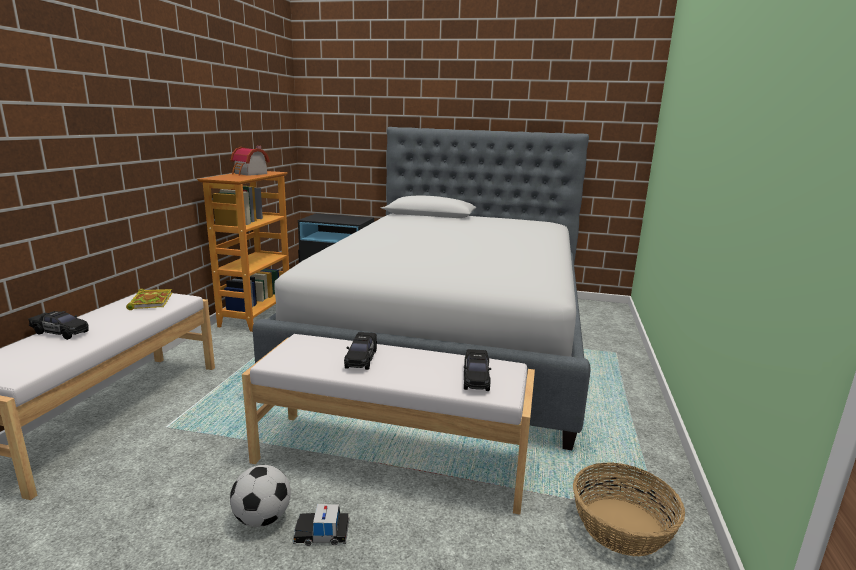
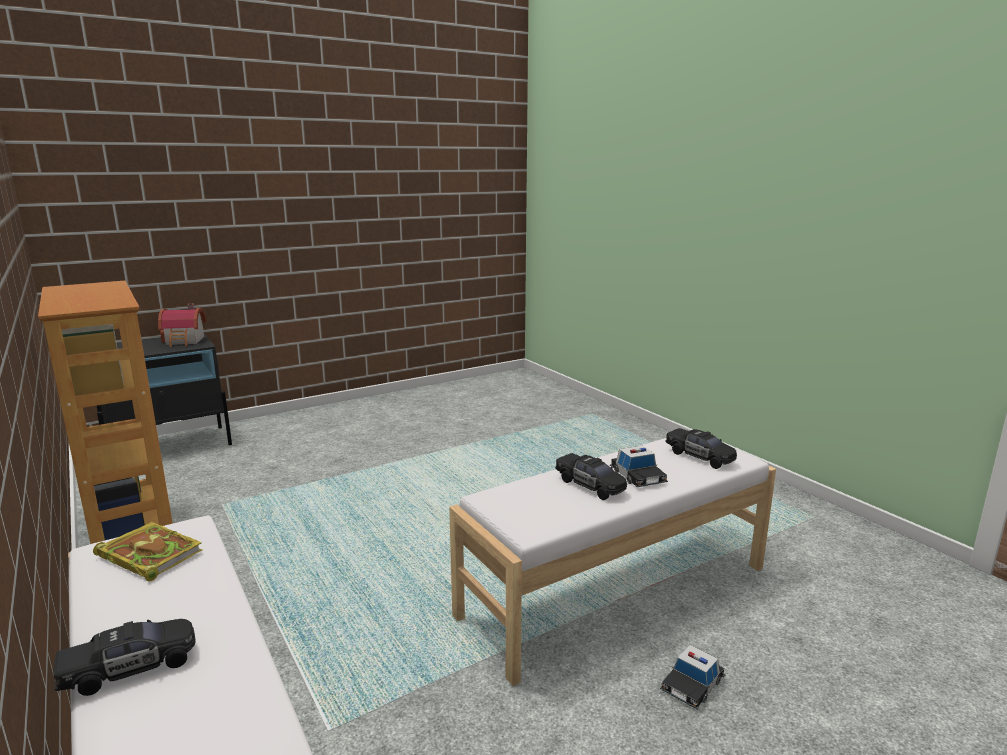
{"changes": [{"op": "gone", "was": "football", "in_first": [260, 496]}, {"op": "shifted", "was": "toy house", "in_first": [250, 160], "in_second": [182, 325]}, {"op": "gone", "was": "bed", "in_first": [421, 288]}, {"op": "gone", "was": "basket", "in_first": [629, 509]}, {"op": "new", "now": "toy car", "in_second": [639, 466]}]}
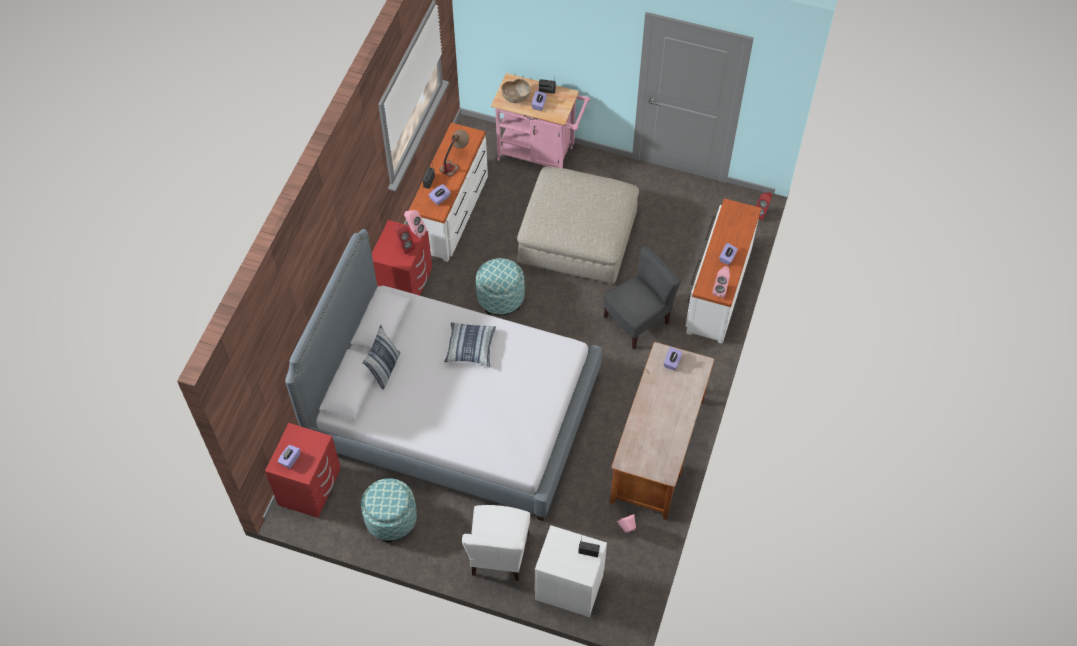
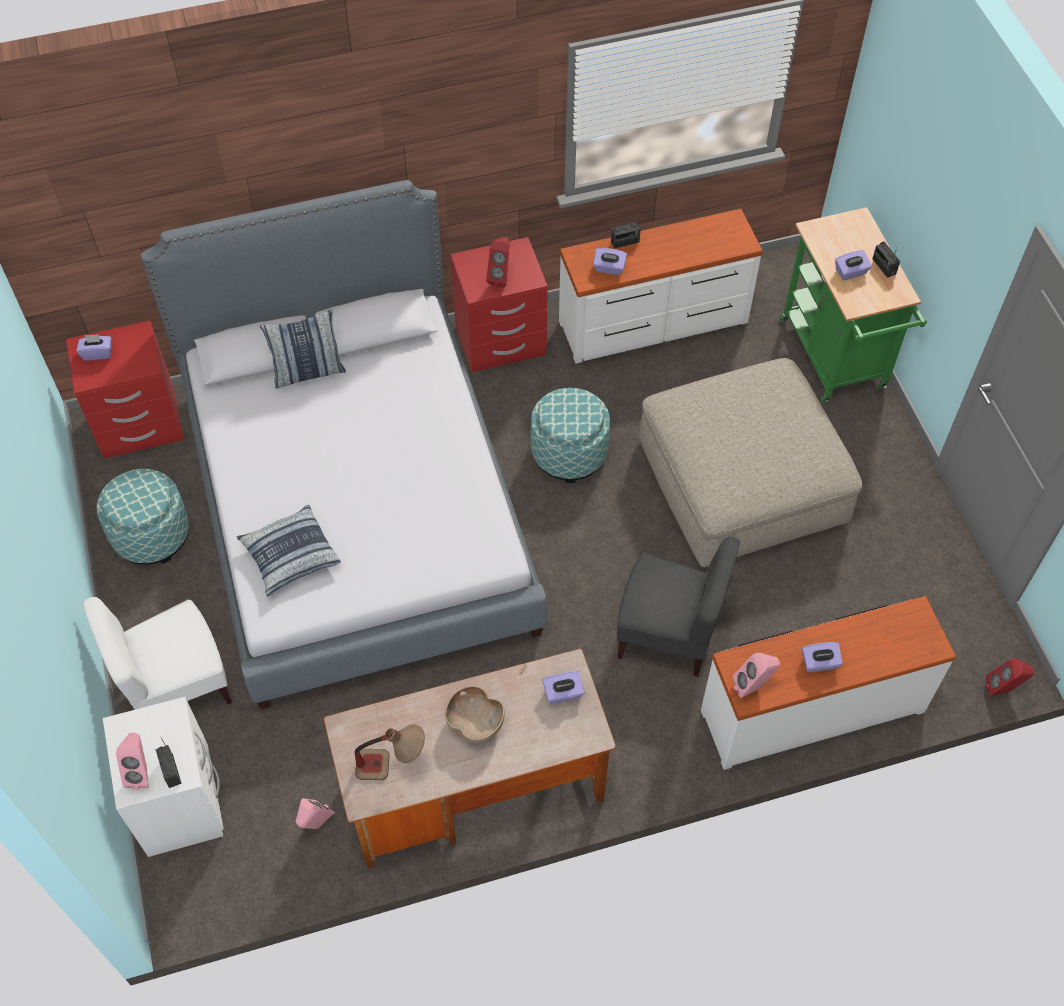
{"changes": [{"op": "shifted", "was": "pink speaker", "in_first": [415, 224], "in_second": [132, 761]}, {"op": "shifted", "was": "table lamp", "in_first": [454, 153], "in_second": [389, 752]}, {"op": "shifted", "was": "pillow", "in_first": [470, 344], "in_second": [289, 551]}, {"op": "repainted", "was": "pink cart", "now": "green cart", "in_first": [540, 120], "in_second": [853, 305]}, {"op": "shifted", "was": "brown bowl", "in_first": [516, 91], "in_second": [474, 714]}]}
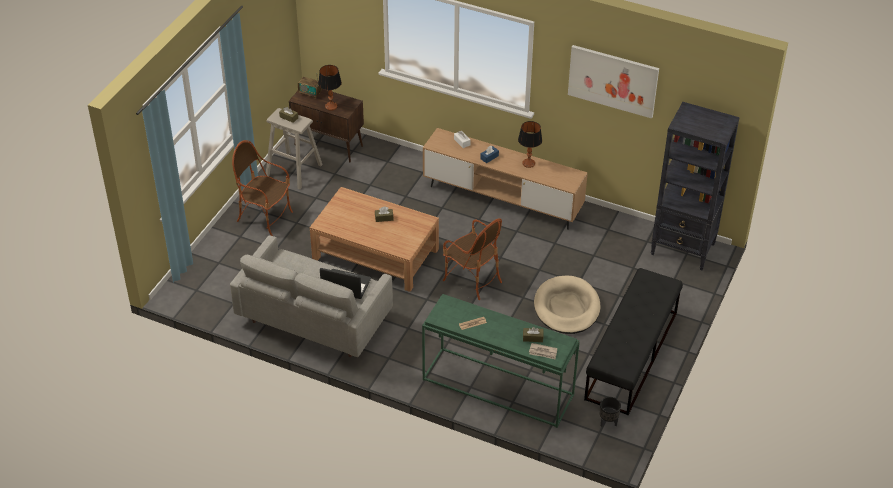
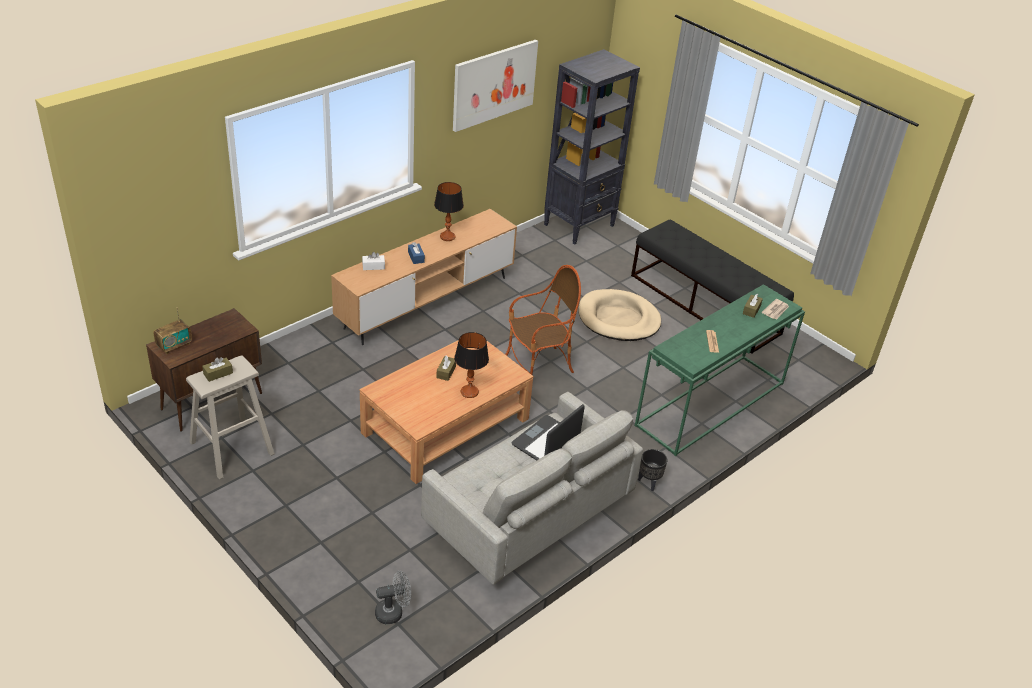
{"changes": [{"op": "gone", "was": "armchair", "in_first": [262, 188]}, {"op": "shifted", "was": "table lamp", "in_first": [330, 88], "in_second": [471, 365]}, {"op": "shifted", "was": "black planter", "in_first": [610, 412], "in_second": [652, 470]}, {"op": "new", "now": "grey fan", "in_second": [393, 597]}]}
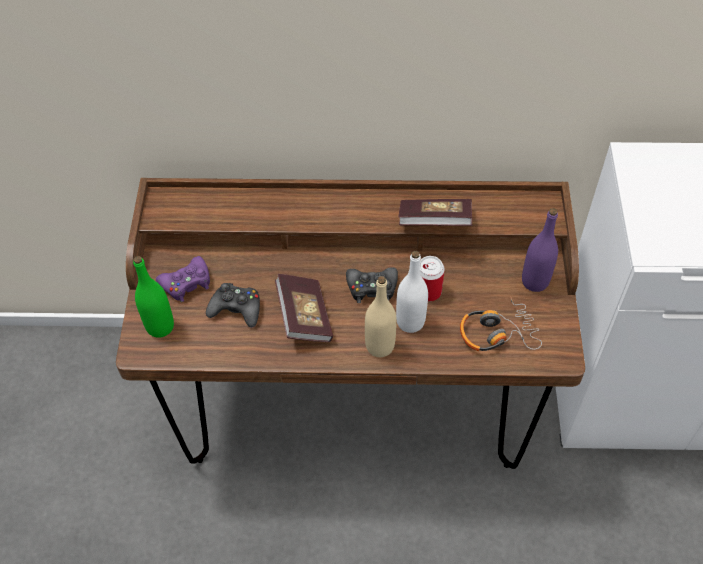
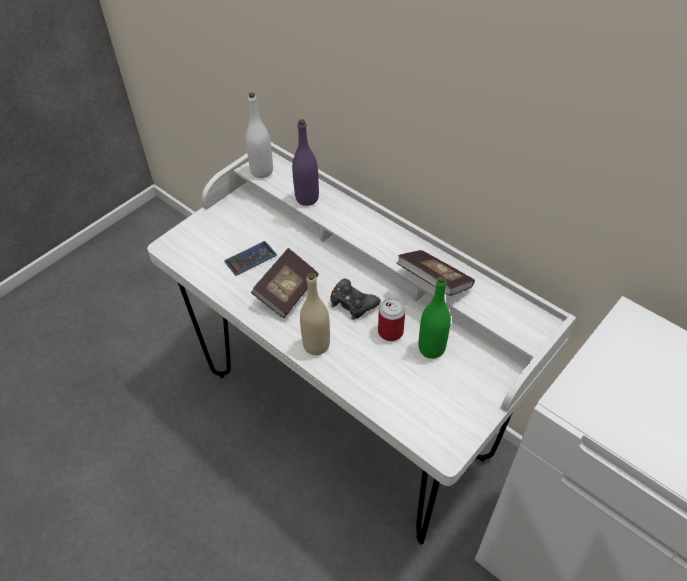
{"changes": [{"op": "repainted", "was": "brown desk", "now": "white desk", "in_first": [350, 323], "in_second": [361, 343]}, {"op": "shifted", "was": "green bottle", "in_first": [153, 297], "in_second": [435, 317]}, {"op": "gone", "was": "purple game controller", "in_first": [183, 279]}, {"op": "swapped", "was": "black game controller", "now": "phone", "in_first": [233, 305], "in_second": [250, 258]}, {"op": "shifted", "was": "white bottle", "in_first": [412, 292], "in_second": [259, 135]}, {"op": "gone", "was": "headphones", "in_first": [501, 324]}, {"op": "shifted", "was": "purple bottle", "in_first": [540, 250], "in_second": [305, 162]}]}
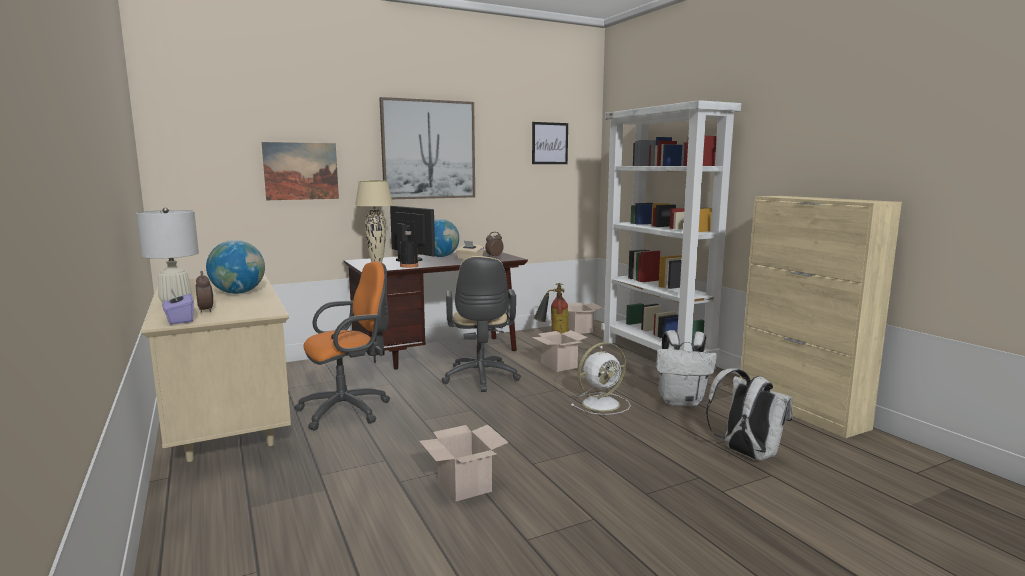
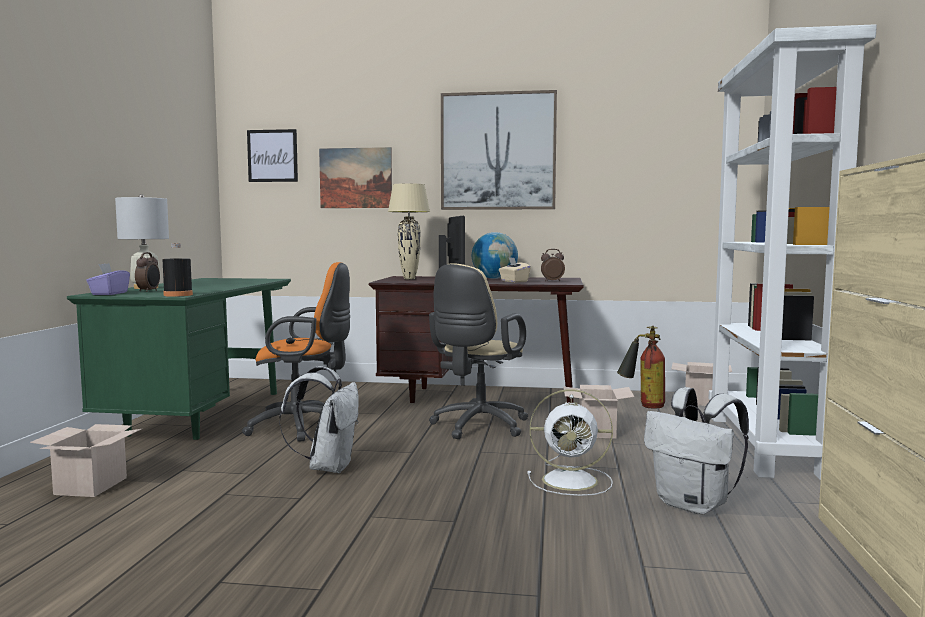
{"changes": [{"op": "repainted", "was": "beige desk", "now": "green desk", "in_first": [216, 368], "in_second": [179, 359]}, {"op": "gone", "was": "globe", "in_first": [235, 267]}, {"op": "shifted", "was": "black bottle", "in_first": [409, 249], "in_second": [177, 270]}, {"op": "shifted", "was": "cardboard box", "in_first": [464, 463], "in_second": [85, 460]}, {"op": "shifted", "was": "picture", "in_first": [550, 143], "in_second": [272, 155]}, {"op": "shifted", "was": "white backpack", "in_first": [749, 415], "in_second": [319, 419]}]}
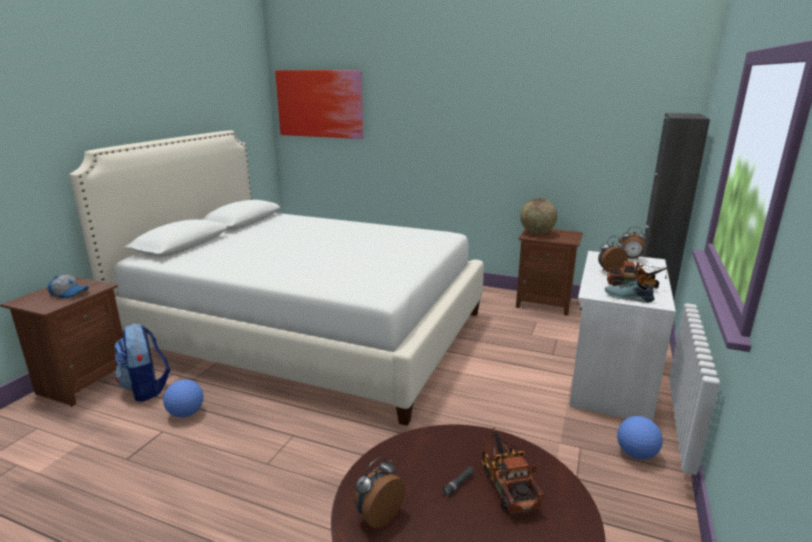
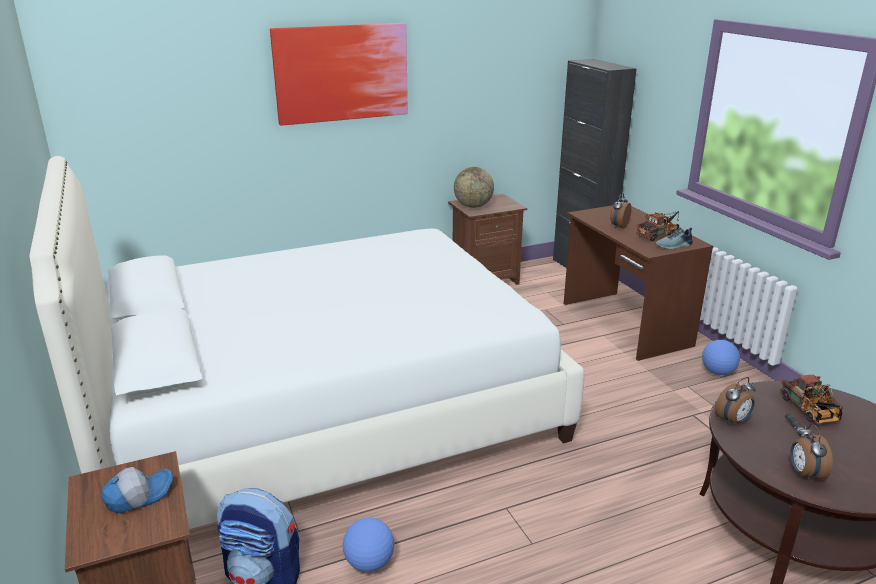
{"changes": [{"op": "shifted", "was": "picture", "in_first": [319, 104], "in_second": [339, 74]}, {"op": "rotated", "was": "toy truck", "in_first": [512, 471], "in_second": [811, 399], "clockwise": -135}, {"op": "repainted", "was": "white desk", "now": "brown desk", "in_first": [622, 336], "in_second": [638, 283]}, {"op": "shifted", "was": "alarm clock", "in_first": [632, 243], "in_second": [735, 401]}]}
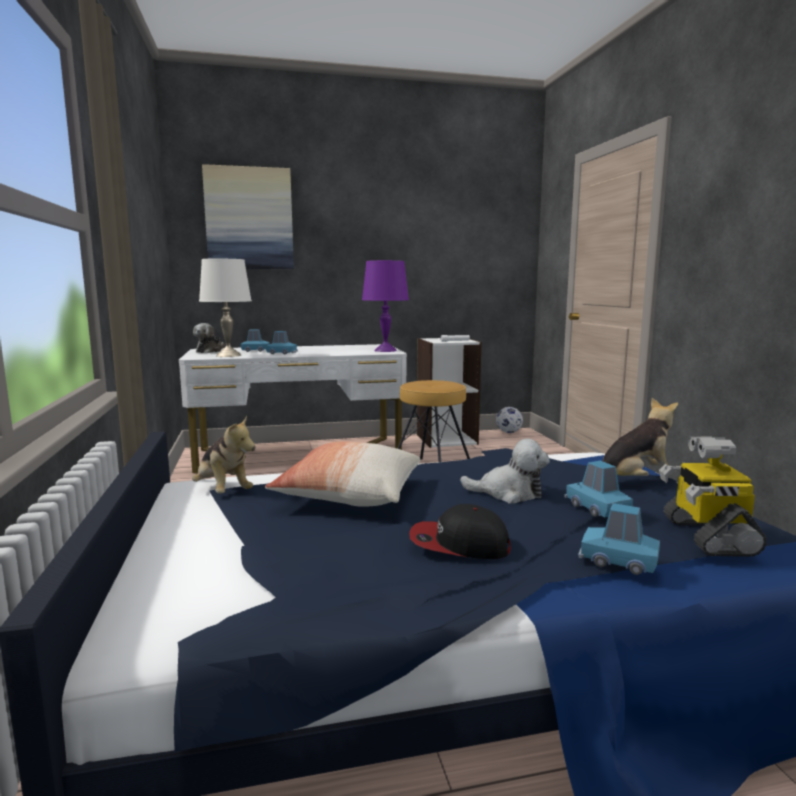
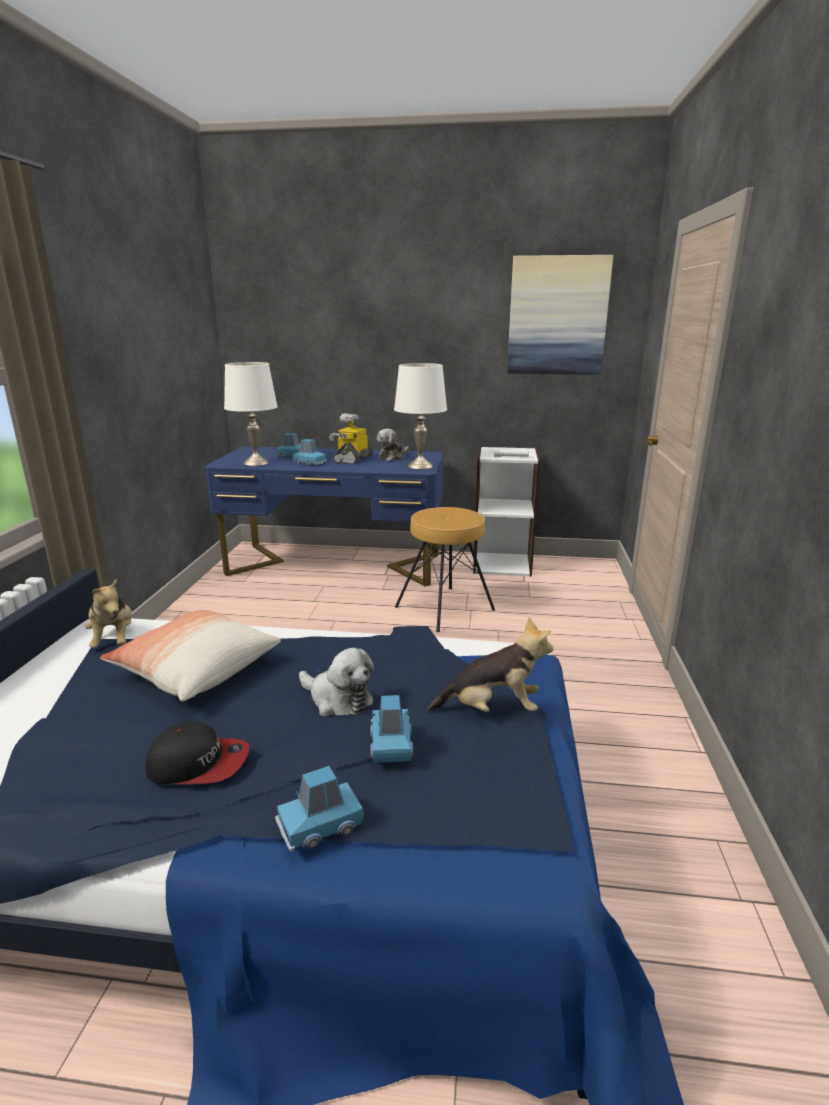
{"changes": [{"op": "repainted", "was": "white desk", "now": "blue desk", "in_first": [293, 409], "in_second": [324, 516]}, {"op": "shifted", "was": "plush toy", "in_first": [208, 338], "in_second": [393, 445]}, {"op": "shifted", "was": "picture", "in_first": [248, 216], "in_second": [560, 315]}, {"op": "repainted", "was": "purple table lamp", "now": "white table lamp", "in_first": [385, 306], "in_second": [420, 416]}, {"op": "rotated", "was": "cap", "in_first": [460, 531], "in_second": [197, 752], "clockwise": 150}, {"op": "gone", "was": "football", "in_first": [509, 420]}, {"op": "rotated", "was": "blue toy car", "in_first": [619, 539], "in_second": [319, 809], "clockwise": -75}, {"op": "shifted", "was": "toy robot", "in_first": [713, 497], "in_second": [351, 438]}]}
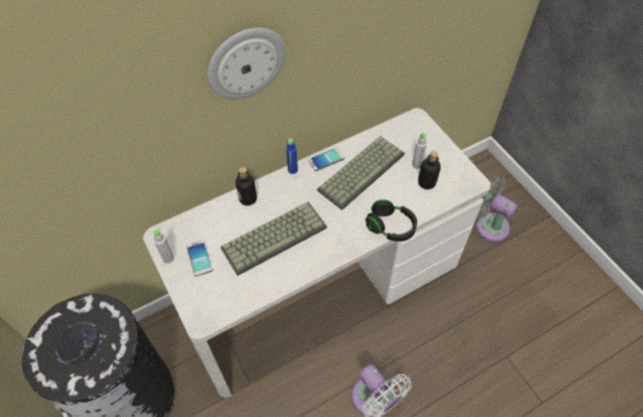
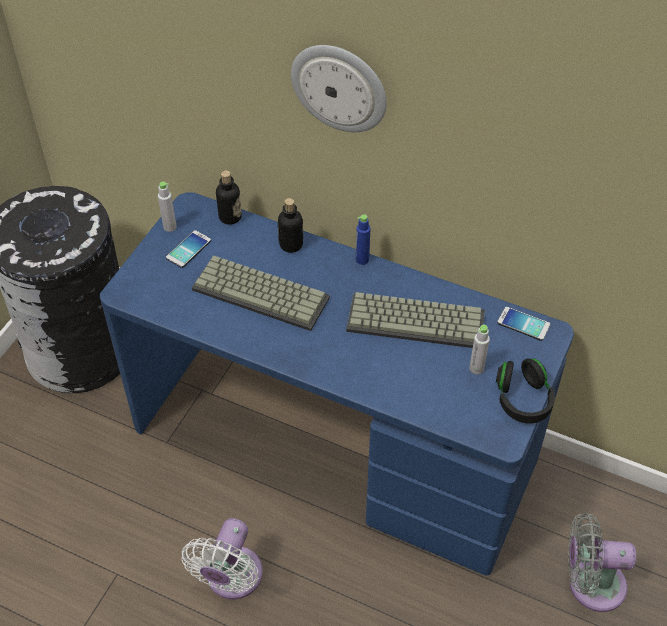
{"changes": [{"op": "repainted", "was": "white desk", "now": "blue desk", "in_first": [317, 252], "in_second": [337, 383]}, {"op": "shifted", "was": "phone", "in_first": [326, 159], "in_second": [523, 324]}, {"op": "shifted", "was": "black headphones", "in_first": [391, 220], "in_second": [525, 391]}, {"op": "shifted", "was": "bottle", "in_first": [429, 170], "in_second": [229, 197]}, {"op": "rotated", "was": "grey fan", "in_first": [497, 209], "in_second": [602, 562], "clockwise": -90}]}
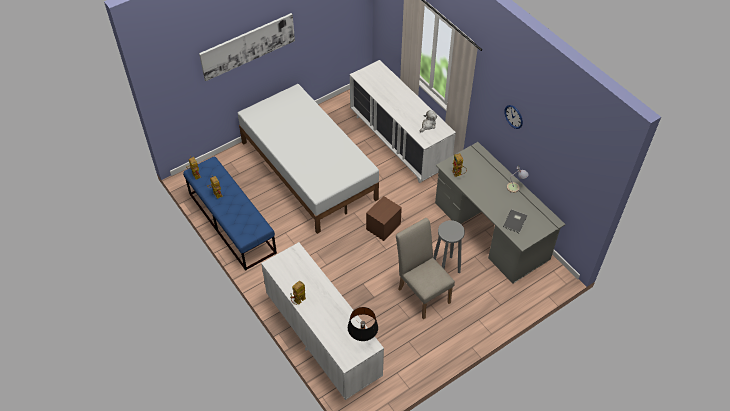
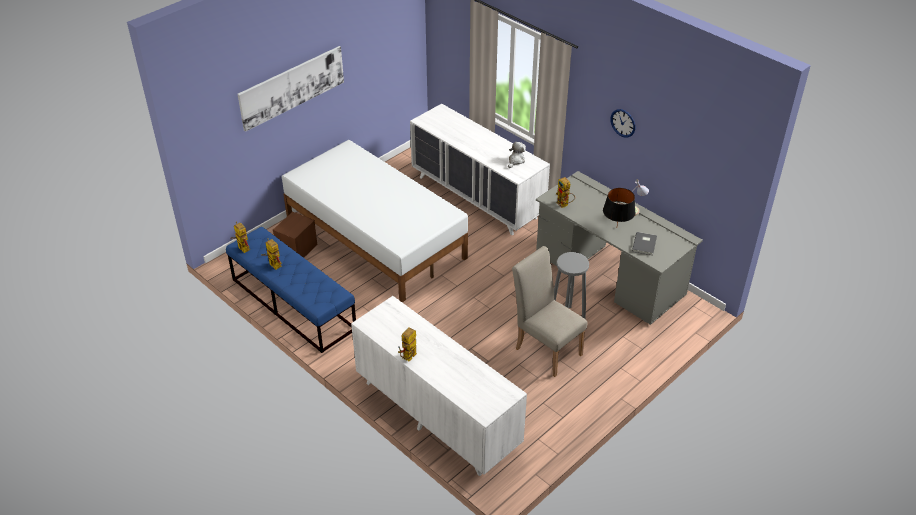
{"changes": [{"op": "shifted", "was": "black table lamp", "in_first": [363, 324], "in_second": [619, 206]}, {"op": "shifted", "was": "brown storage box", "in_first": [384, 218], "in_second": [295, 235]}]}
